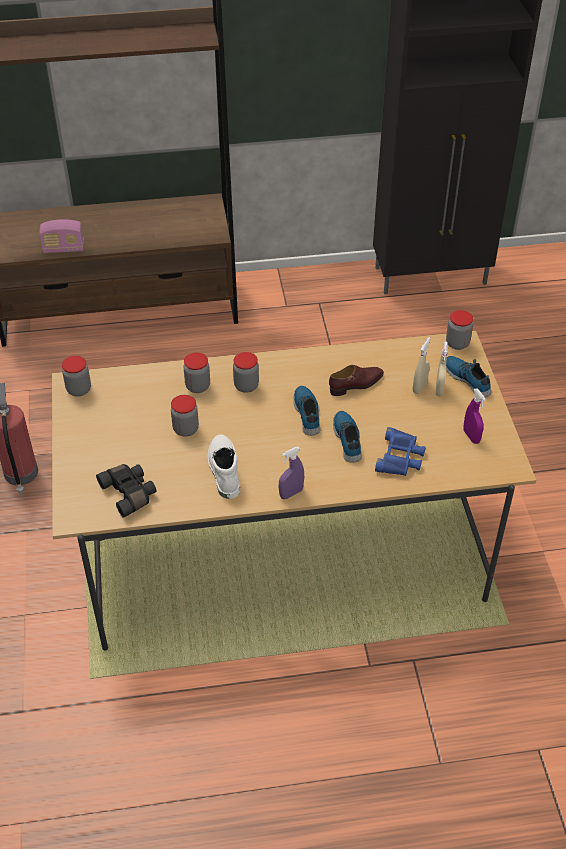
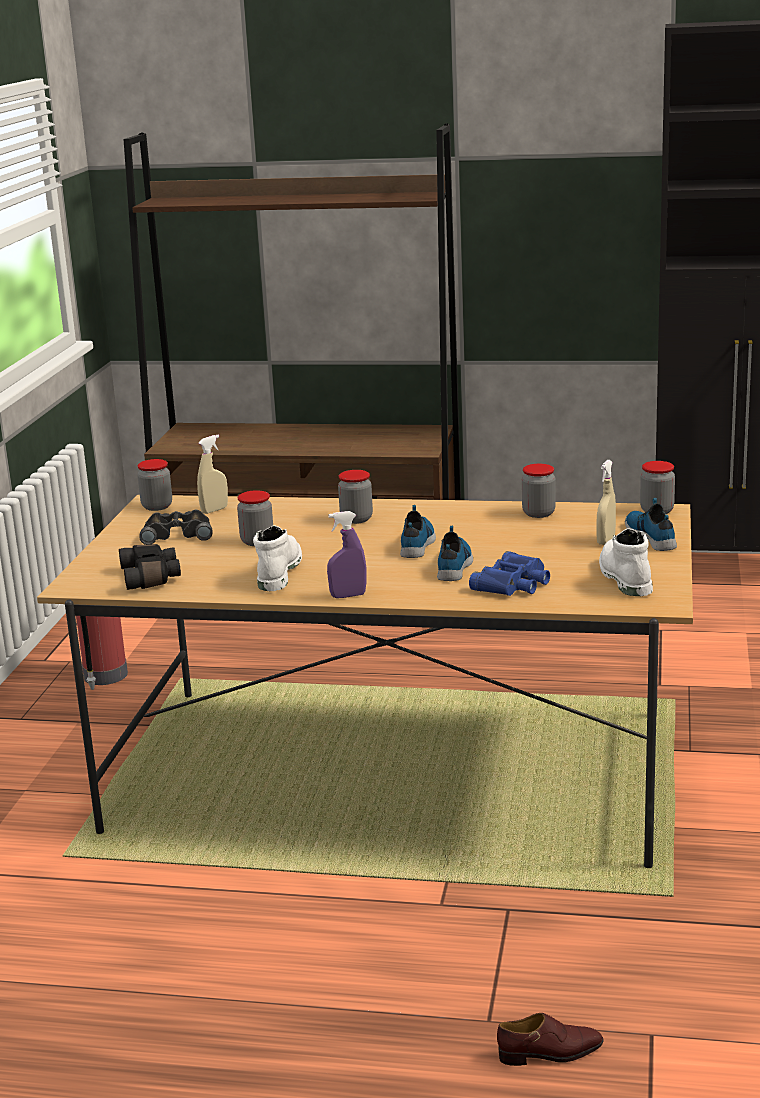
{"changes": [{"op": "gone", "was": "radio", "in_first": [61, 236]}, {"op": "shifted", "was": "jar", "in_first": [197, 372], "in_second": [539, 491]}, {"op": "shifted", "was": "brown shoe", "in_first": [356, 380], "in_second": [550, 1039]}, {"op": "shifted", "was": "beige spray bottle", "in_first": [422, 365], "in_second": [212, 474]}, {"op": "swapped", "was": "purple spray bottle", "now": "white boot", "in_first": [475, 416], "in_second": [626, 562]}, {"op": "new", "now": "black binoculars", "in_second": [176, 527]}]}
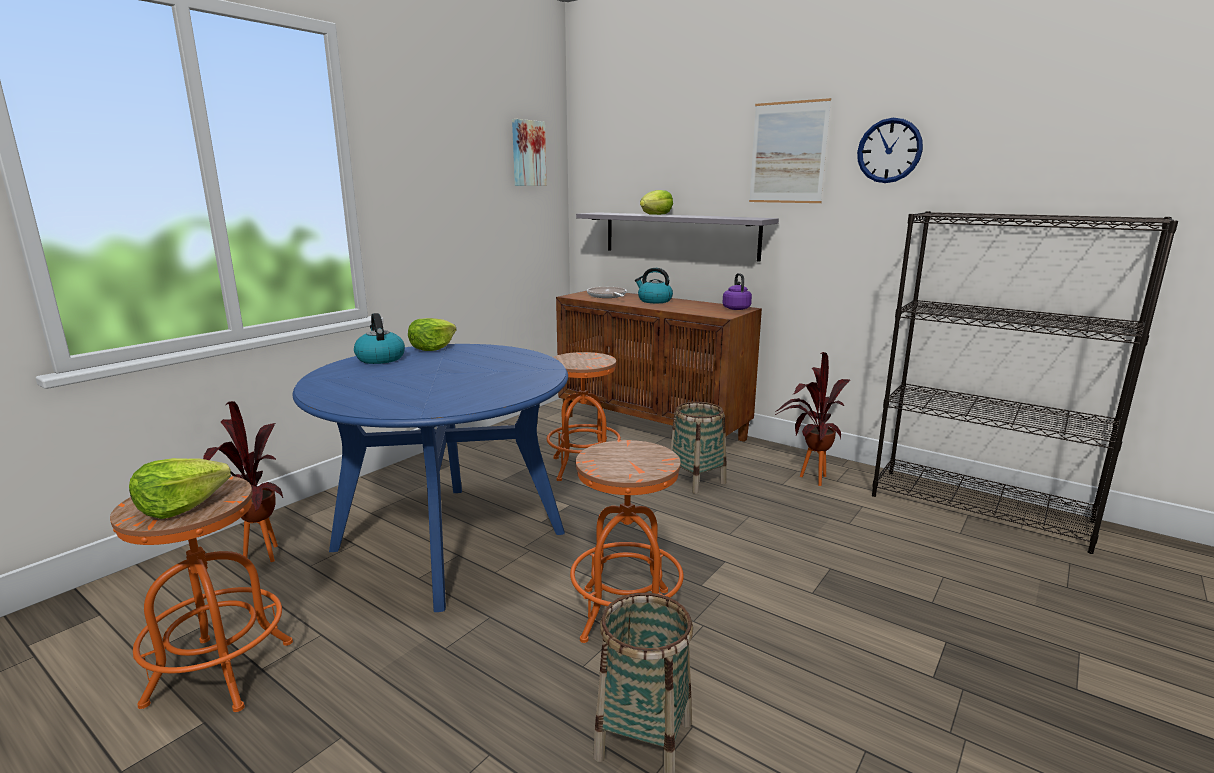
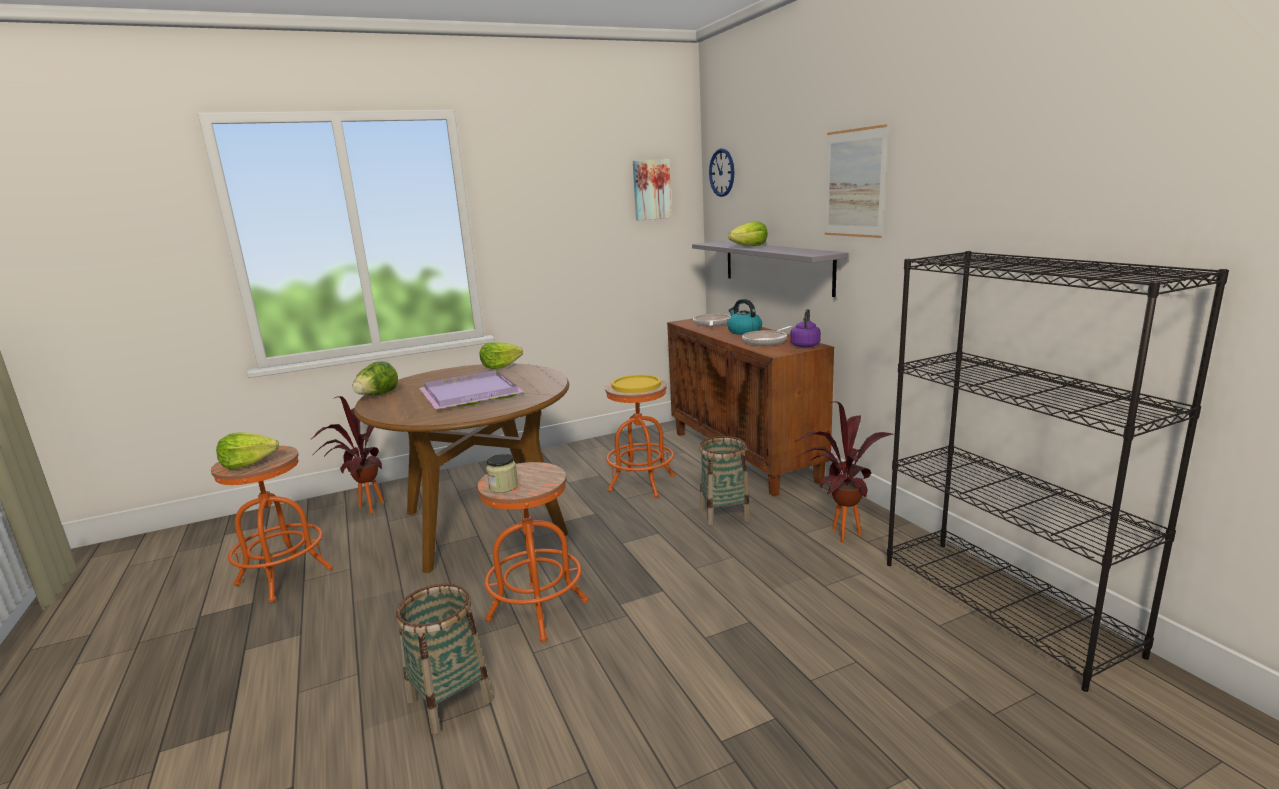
{"changes": [{"op": "repainted", "was": "blue dining table", "now": "brown dining table", "in_first": [430, 478], "in_second": [461, 468]}, {"op": "gone", "was": "kettle", "in_first": [379, 338]}, {"op": "shifted", "was": "wall clock", "in_first": [890, 150], "in_second": [721, 172]}, {"op": "new", "now": "lettuce", "in_second": [375, 378]}, {"op": "new", "now": "purple tray", "in_second": [471, 389]}, {"op": "new", "now": "jar", "in_second": [502, 473]}, {"op": "new", "now": "yellow plate", "in_second": [636, 384]}, {"op": "new", "now": "frying pan", "in_second": [767, 336]}]}
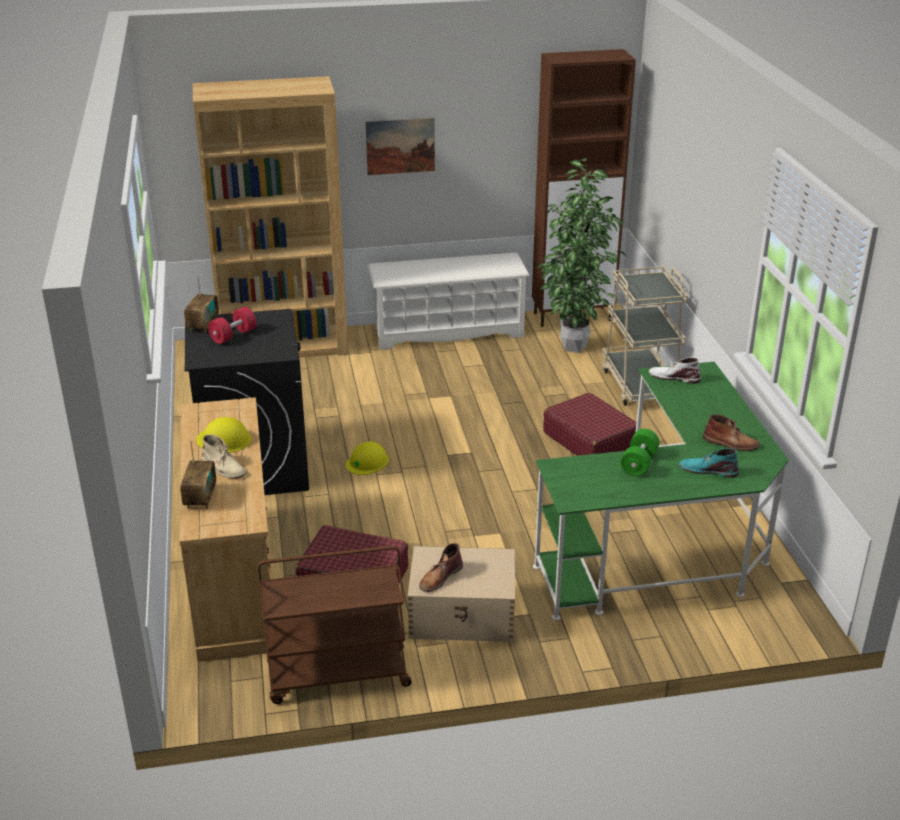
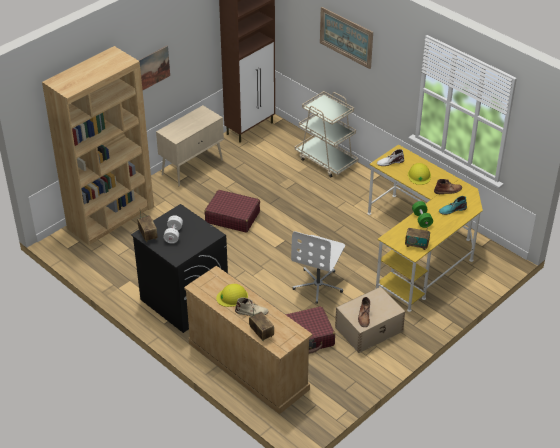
{"changes": [{"op": "repainted", "was": "red dumbbell", "now": "white dumbbell", "in_first": [232, 325], "in_second": [173, 229]}, {"op": "gone", "was": "brown cart", "in_first": [335, 625]}, {"op": "shifted", "was": "yellow hard hat", "in_first": [367, 458], "in_second": [419, 174]}, {"op": "swapped", "was": "white shoe rack", "now": "beige cabinet", "in_first": [448, 301], "in_second": [190, 145]}, {"op": "repainted", "was": "green desk", "now": "yellow desk", "in_first": [661, 491], "in_second": [425, 228]}, {"op": "gone", "was": "potted plant", "in_first": [581, 255]}, {"op": "shifted", "was": "red suitcase", "in_first": [589, 424], "in_second": [232, 211]}, {"op": "new", "now": "white office chair", "in_second": [318, 267]}, {"op": "new", "now": "picture", "in_second": [346, 38]}, {"op": "new", "now": "radio", "in_second": [417, 237]}]}
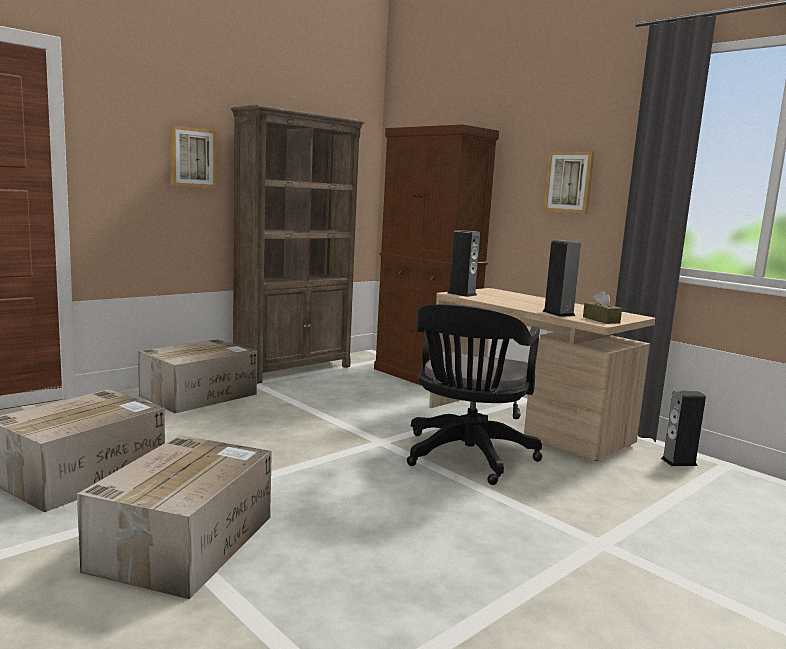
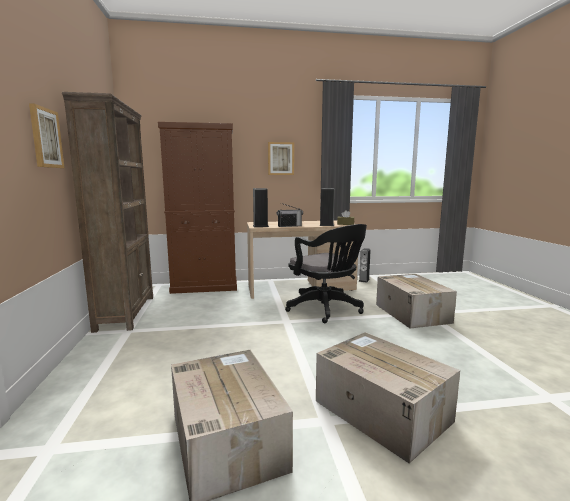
{"changes": [{"op": "shifted", "was": "cardboard box", "in_first": [197, 376], "in_second": [416, 301]}, {"op": "new", "now": "radio", "in_second": [290, 215]}]}
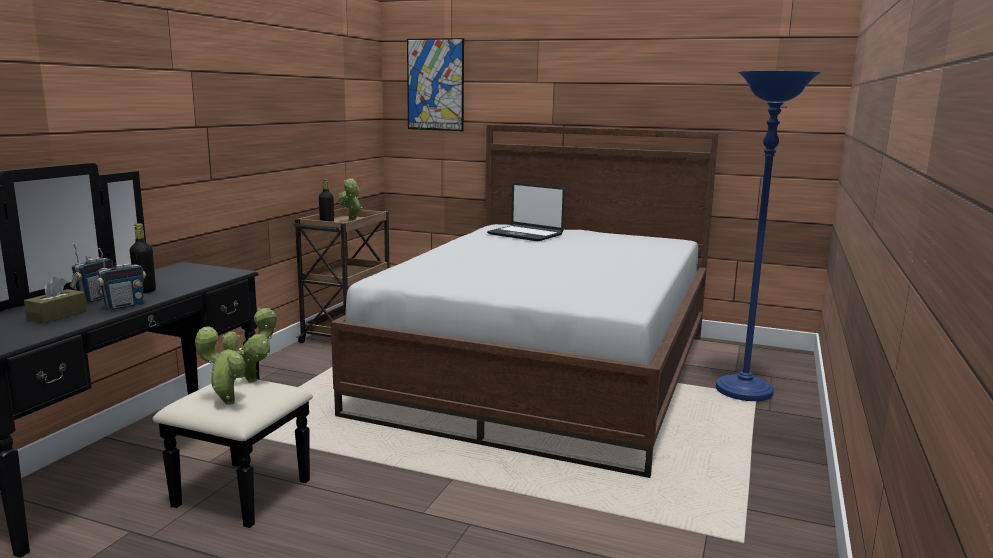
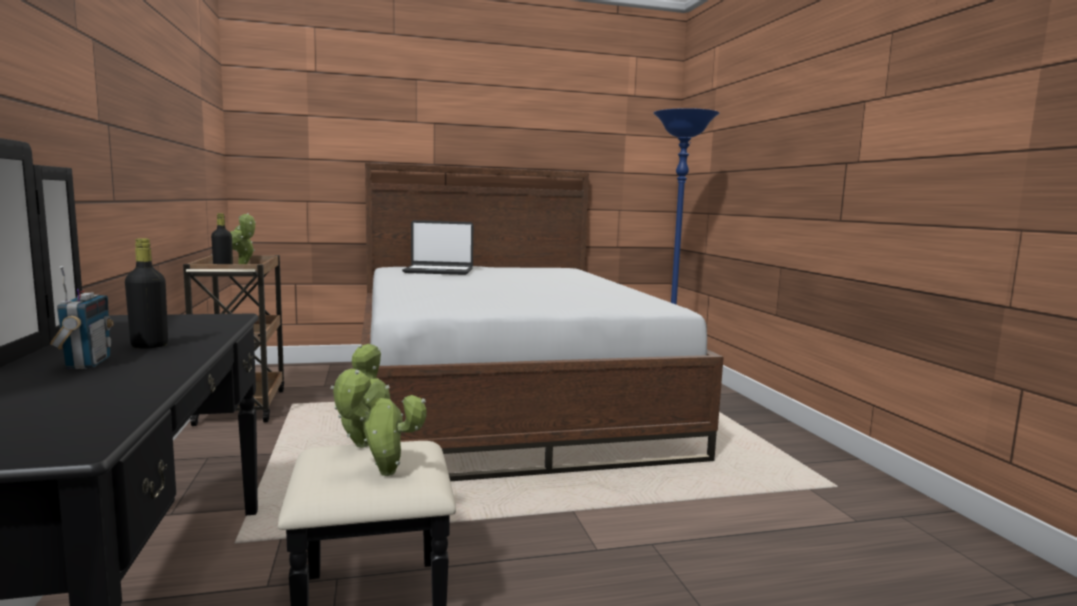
{"changes": [{"op": "gone", "was": "brown tissue box", "in_first": [55, 300]}, {"op": "gone", "was": "radio", "in_first": [121, 279]}, {"op": "gone", "was": "picture", "in_first": [435, 84]}]}
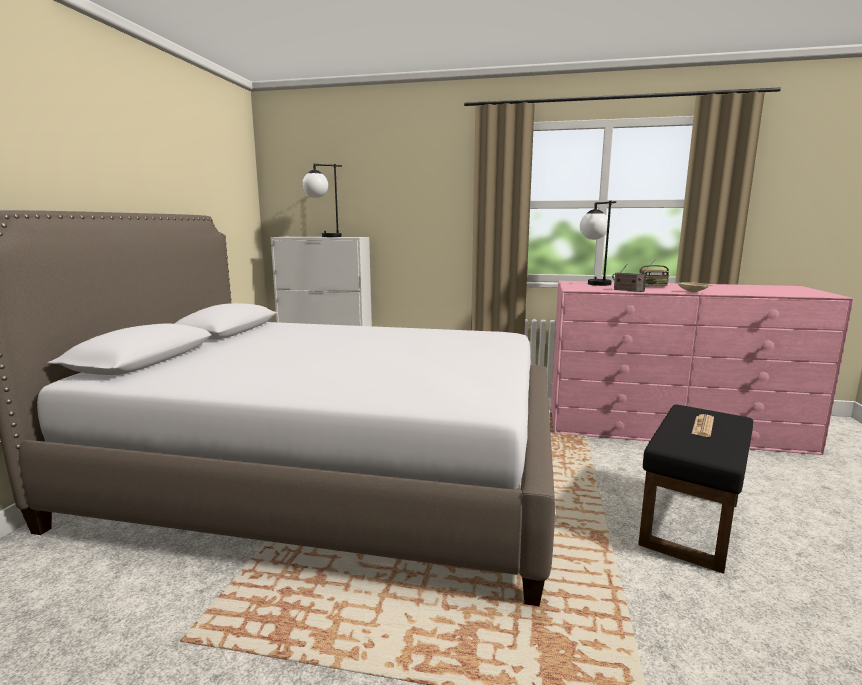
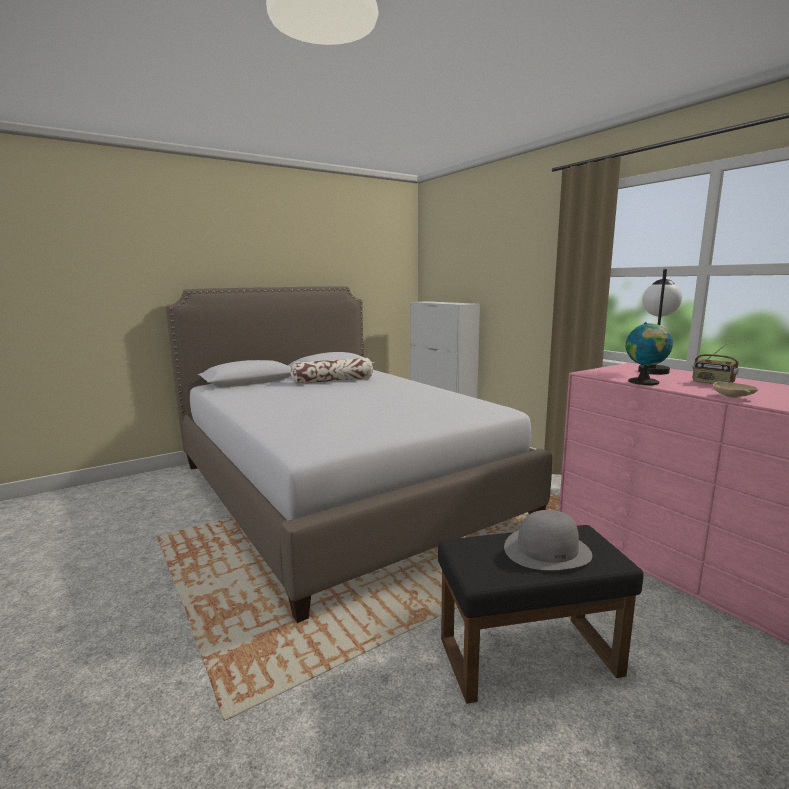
{"changes": [{"op": "gone", "was": "table lamp", "in_first": [322, 200]}, {"op": "swapped", "was": "radio", "now": "globe", "in_first": [629, 278], "in_second": [649, 353]}, {"op": "swapped", "was": "newspaper", "now": "grey hat", "in_first": [703, 425], "in_second": [548, 540]}, {"op": "new", "now": "pillow", "in_second": [332, 371]}]}
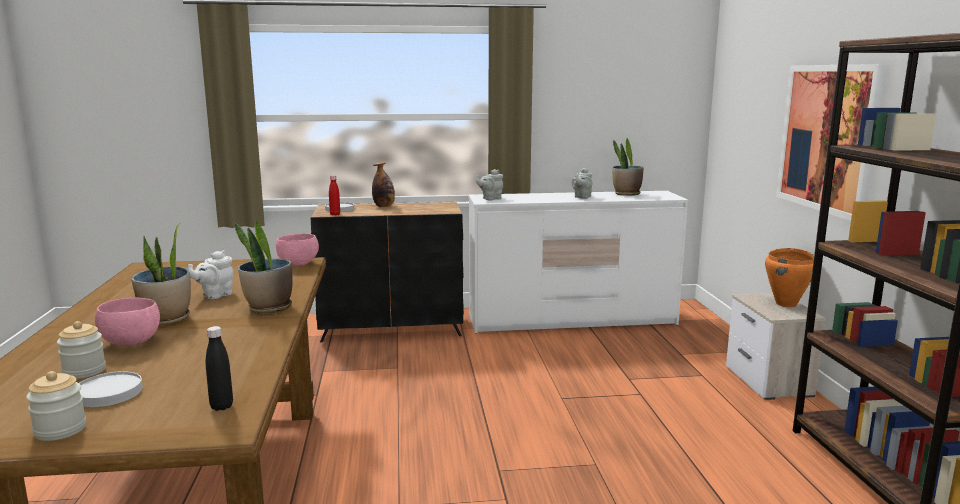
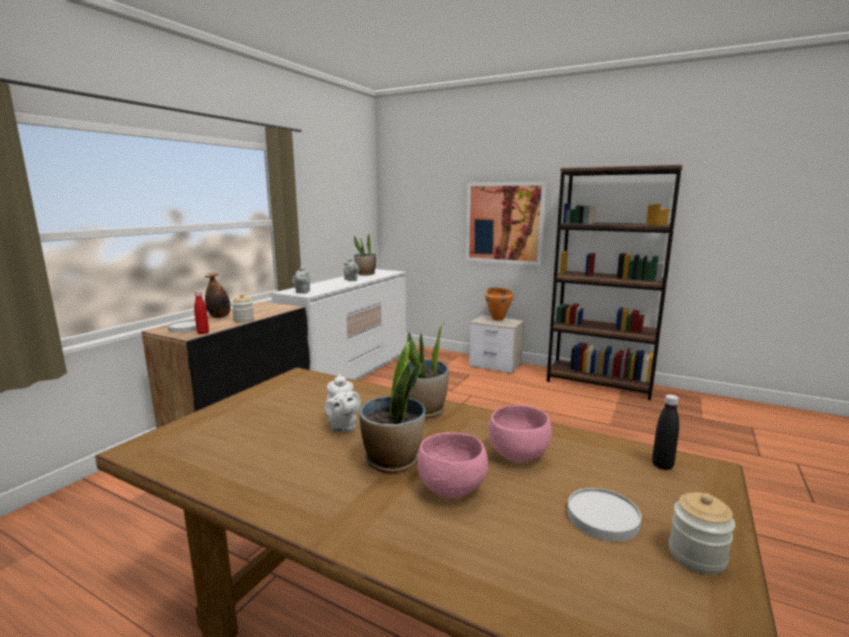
{"changes": [{"op": "shifted", "was": "jar", "in_first": [81, 350], "in_second": [243, 308]}, {"op": "shifted", "was": "pink bowl", "in_first": [297, 249], "in_second": [520, 433]}]}
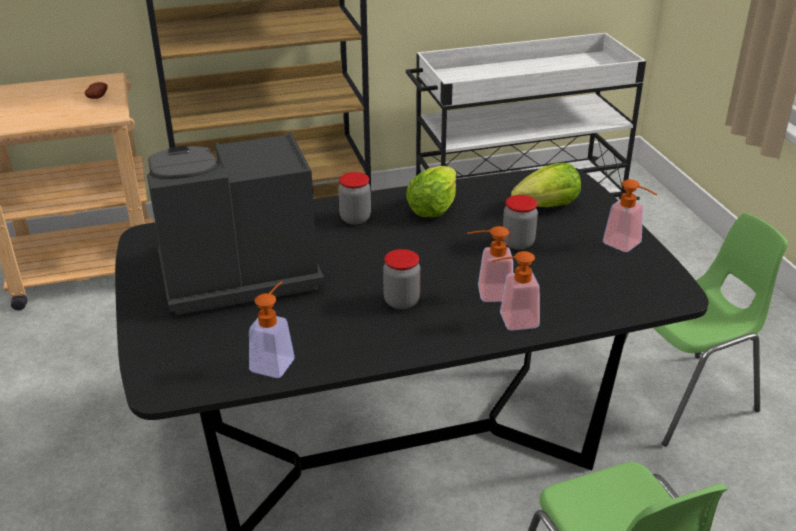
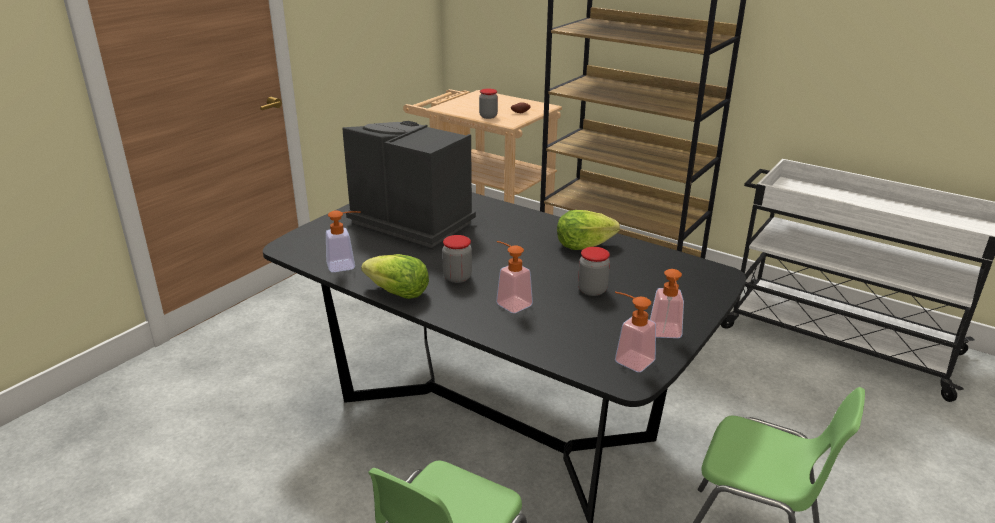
{"changes": [{"op": "shifted", "was": "jar", "in_first": [354, 198], "in_second": [488, 104]}, {"op": "shifted", "was": "soap dispenser", "in_first": [515, 291], "in_second": [635, 332]}, {"op": "shifted", "was": "lettuce", "in_first": [546, 185], "in_second": [395, 276]}]}
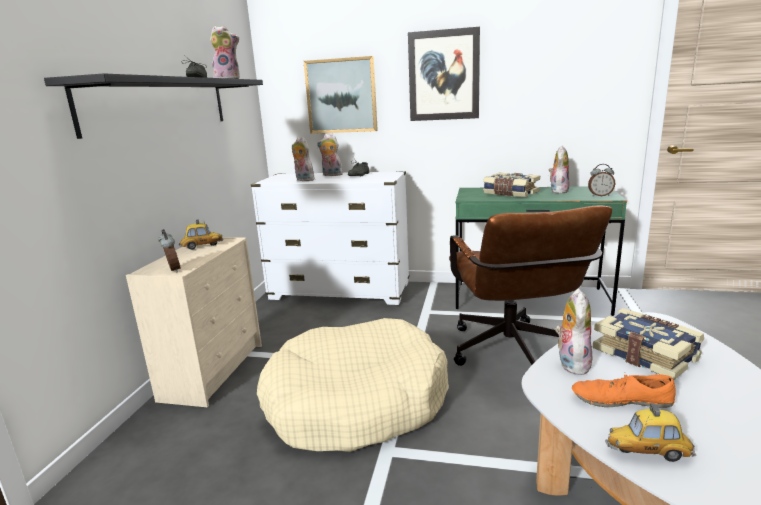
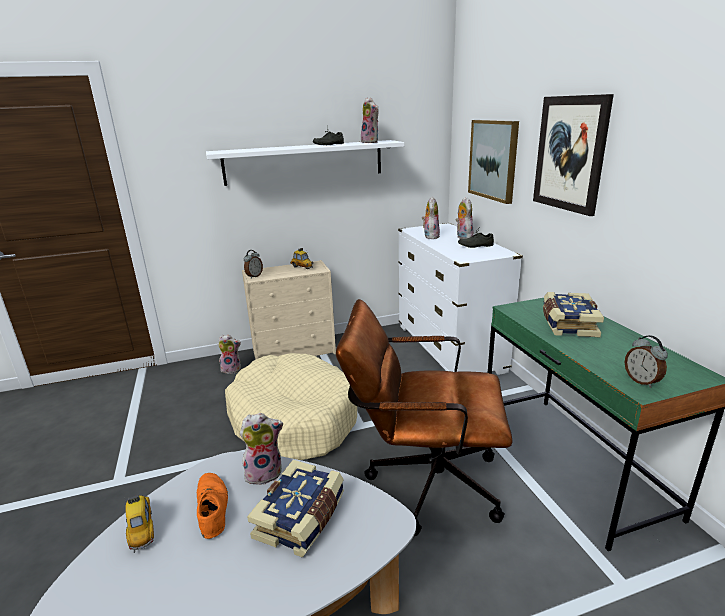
{"changes": [{"op": "repainted", "was": "black shelf", "now": "white shelf", "in_first": [153, 106], "in_second": [305, 163]}, {"op": "rotated", "was": "brown office chair", "in_first": [531, 286], "in_second": [424, 417], "clockwise": 45}, {"op": "shifted", "was": "plush toy", "in_first": [559, 170], "in_second": [229, 354]}]}
